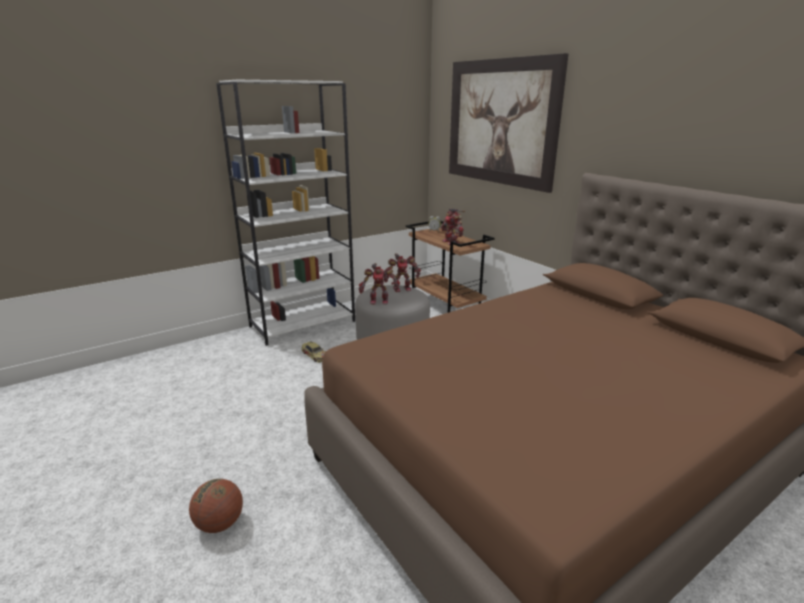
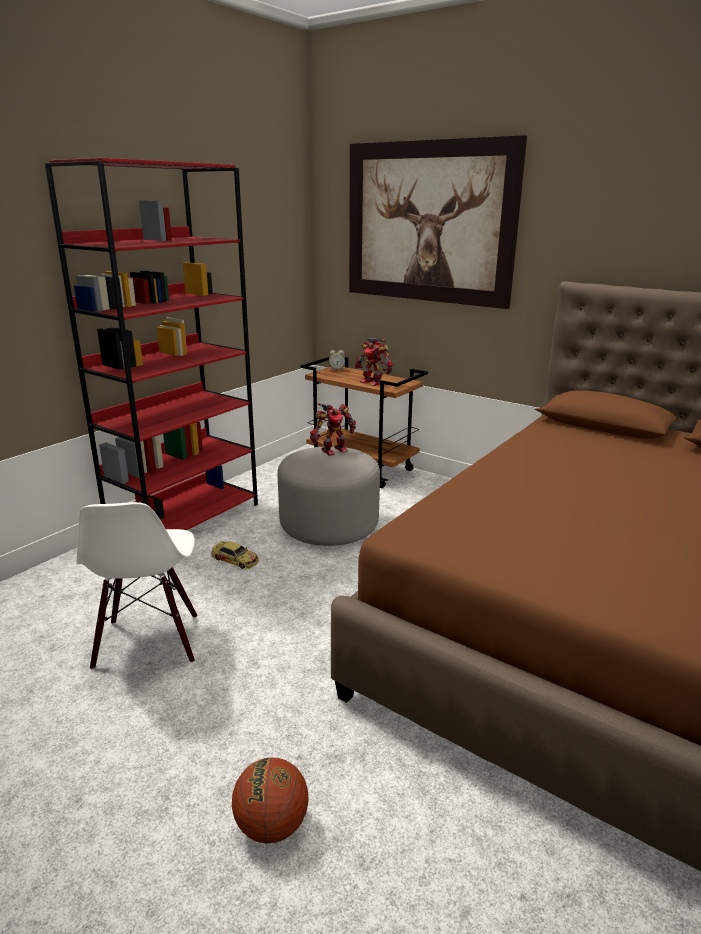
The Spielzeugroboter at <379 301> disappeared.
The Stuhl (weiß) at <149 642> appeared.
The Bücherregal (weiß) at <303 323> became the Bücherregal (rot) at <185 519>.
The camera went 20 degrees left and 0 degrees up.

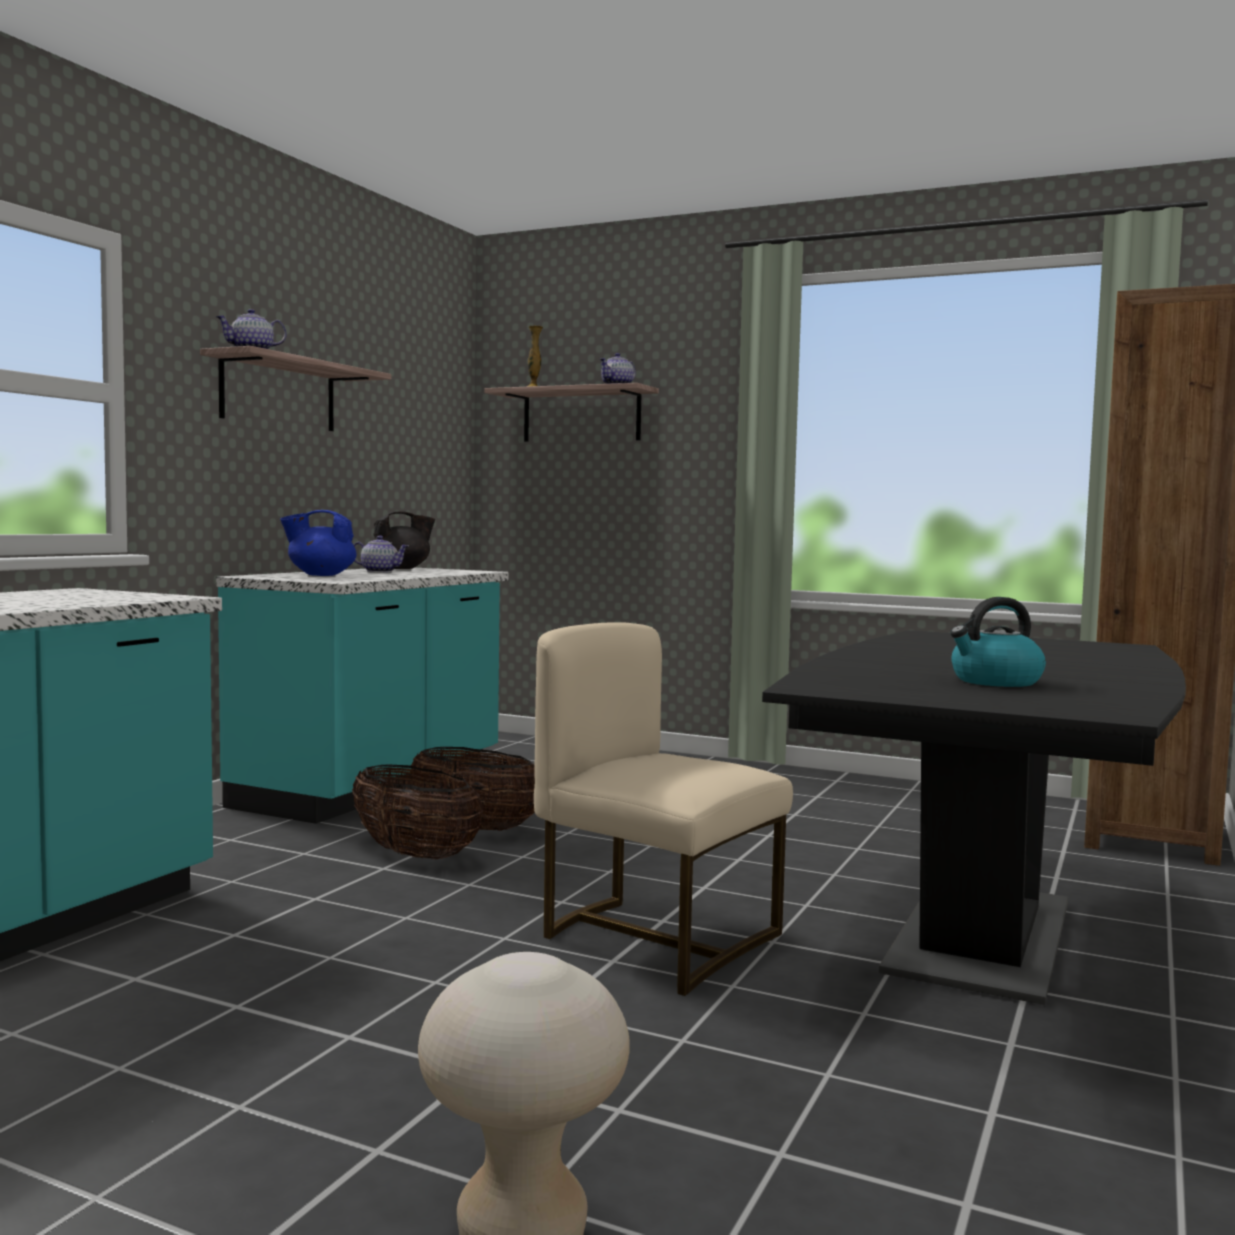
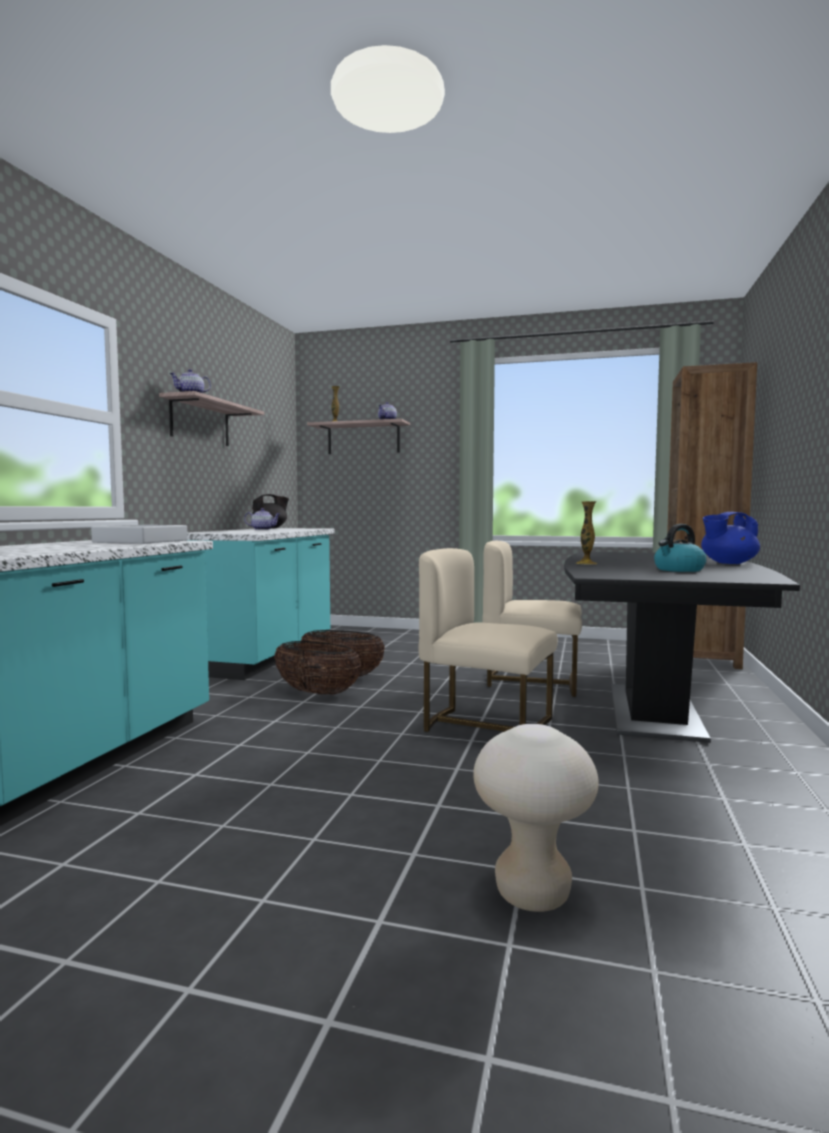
The Tablett (grau) at <141 541> appeared.
The Stuhl (beige) at <532 681> appeared.
The Vase at <586 564> appeared.
The Teekanne (blau) moved from <320 575> to <728 563>.
The camera went 10 degrees left and 0 degrees up.

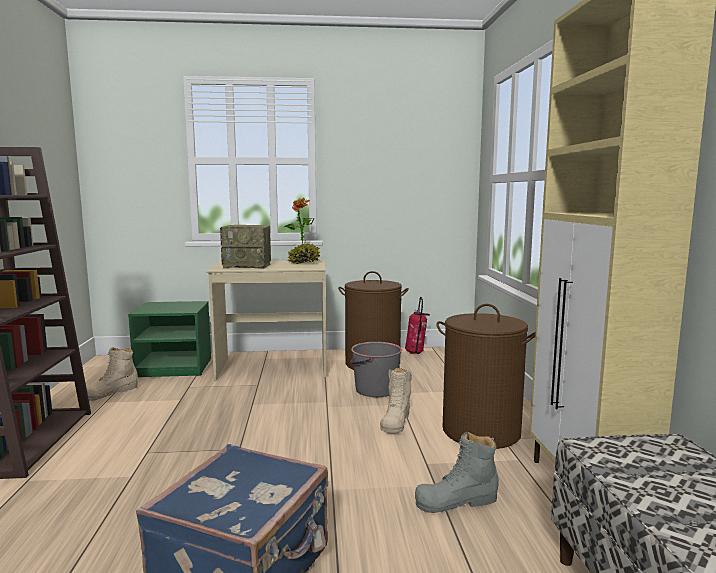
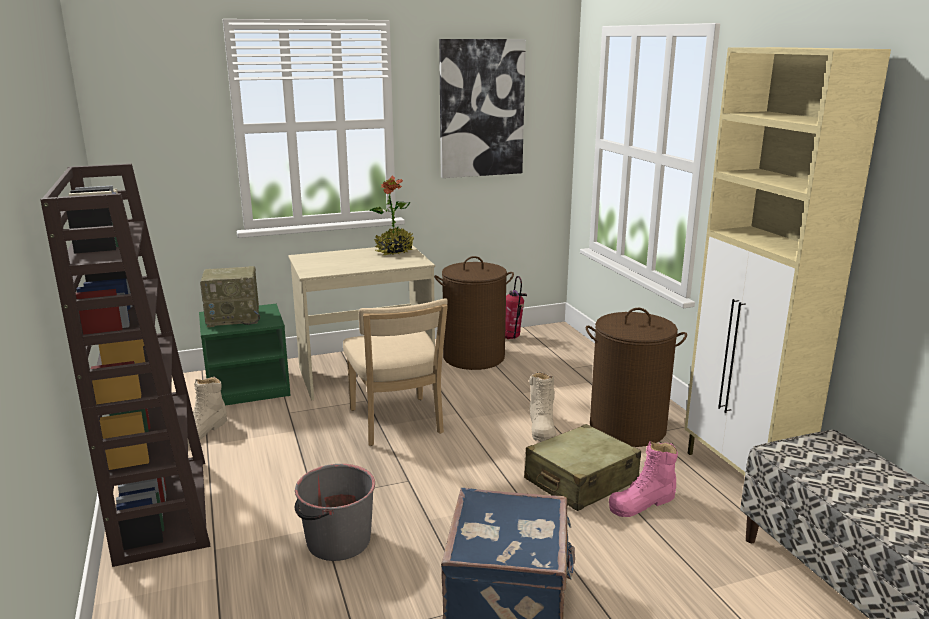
The Stuhl (beige) at <397 424> appeared.
The Bild at <481 108> appeared.
The Koffer (beige) at <580 481> appeared.
The Radio moved from <248 266> to <234 318>.
The Eimer (grau) moved from <375 390> to <337 541>.
The Stiefel (grau) at <456 501> became the Stiefel (rosa) at <642 502>.
The camera went 15 degrees left and 10 degrees up.

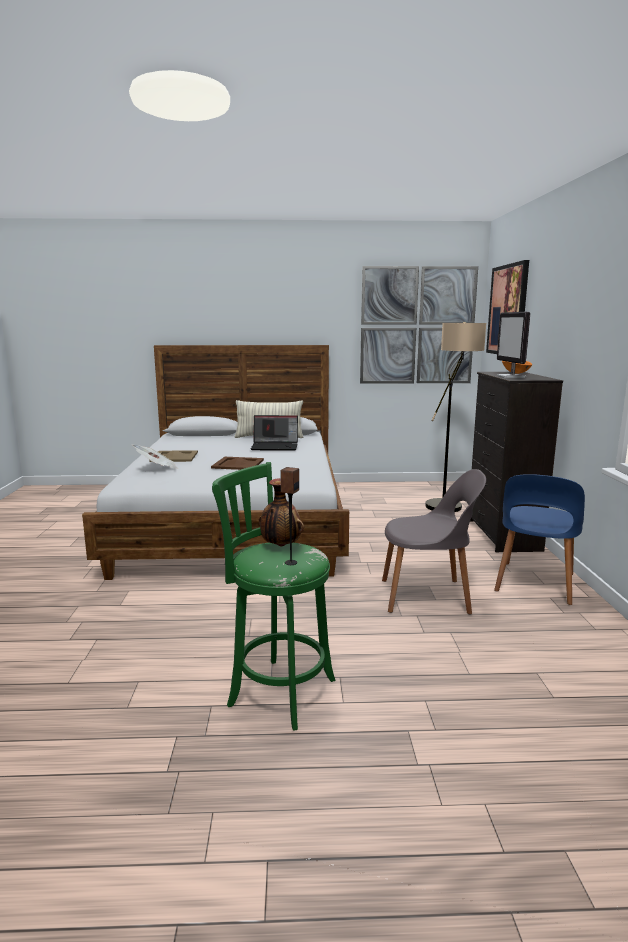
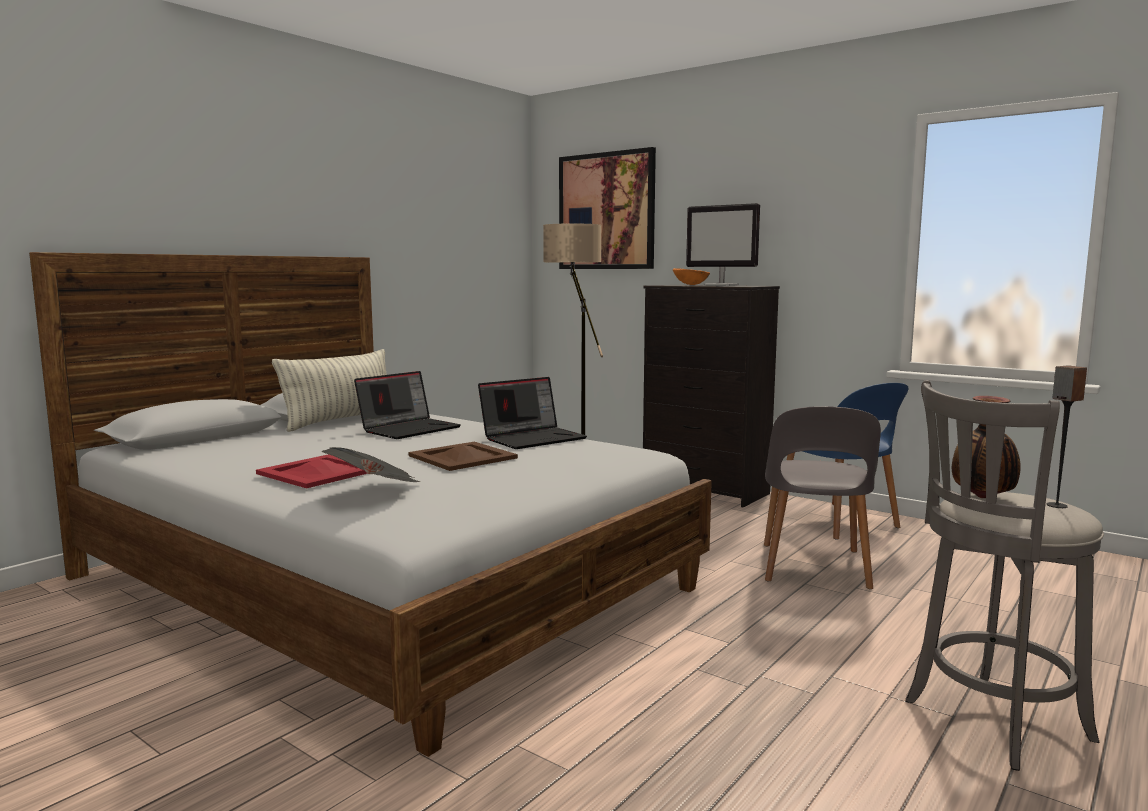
The Bild at <417 326> disappeared.
The Laptop at <533 438> appeared.
The Tablett (beige) at <174 457> became the Tablett (rot) at <320 472>.
The Hocker (grün) at <277 690> became the Hocker (grau) at <990 722>.
The Stuhl (grau) at <427 596> turned 150 degrees clockwise.
The camera went 50 degrees left and 5 degrees down.

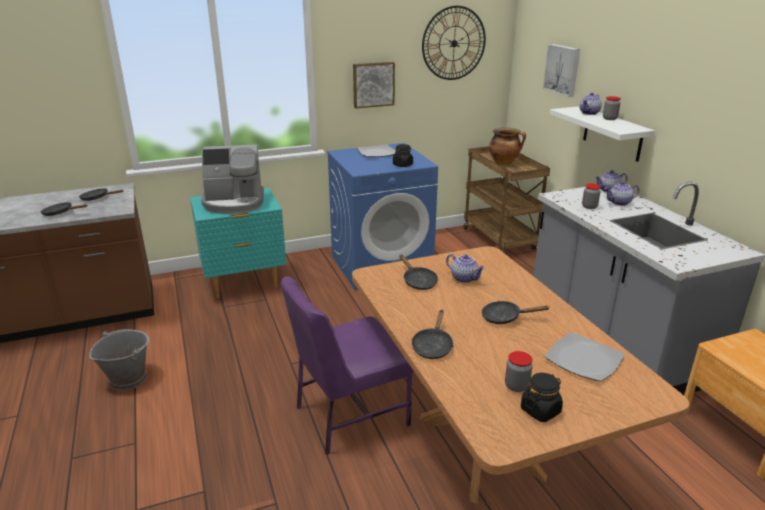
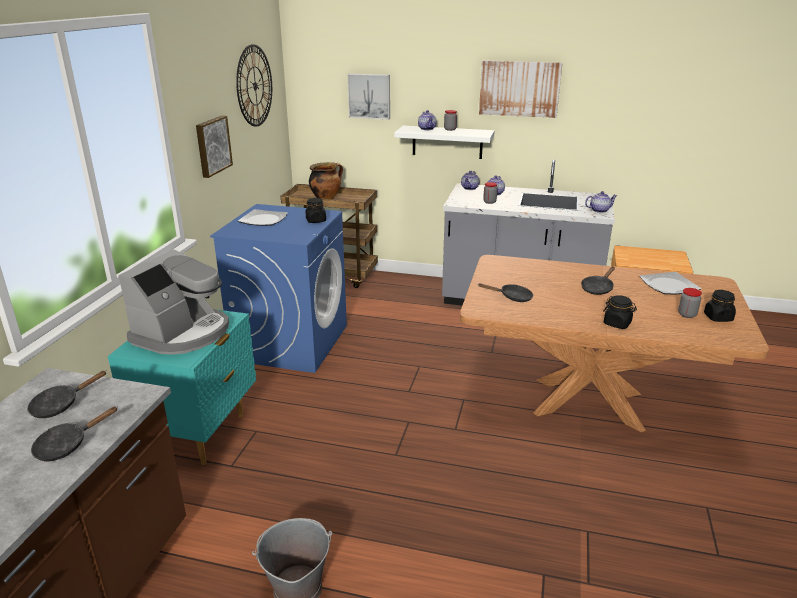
The Stuhl (lila) at <349 415> disappeared.
The Bild at <519 88> appeared.
The Teekanne moved from <464 278> to <599 210>.
The Pfanne (schwarz) at <432 346> was replaced by the Vorratsglas (schwarz) at <617 323>.
The camera went 55 degrees left and 0 degrees up.

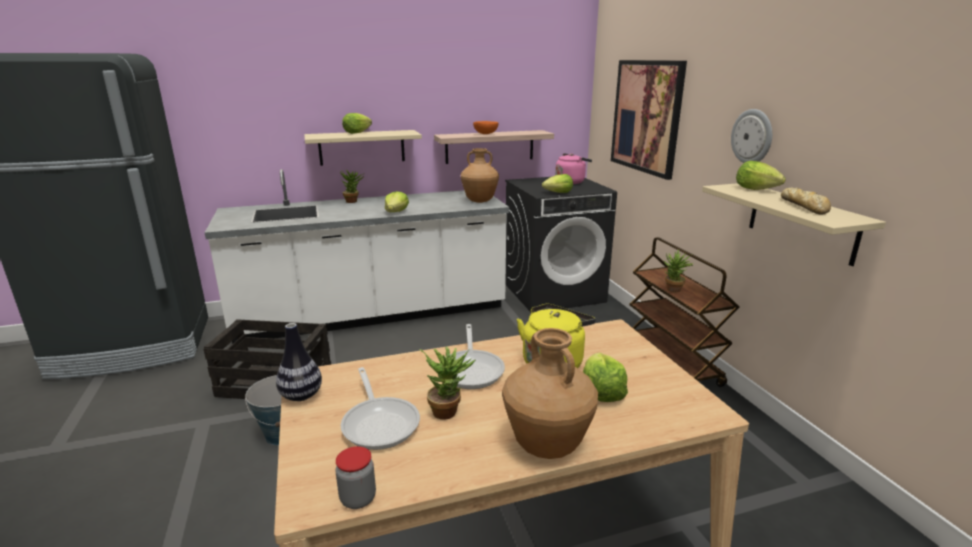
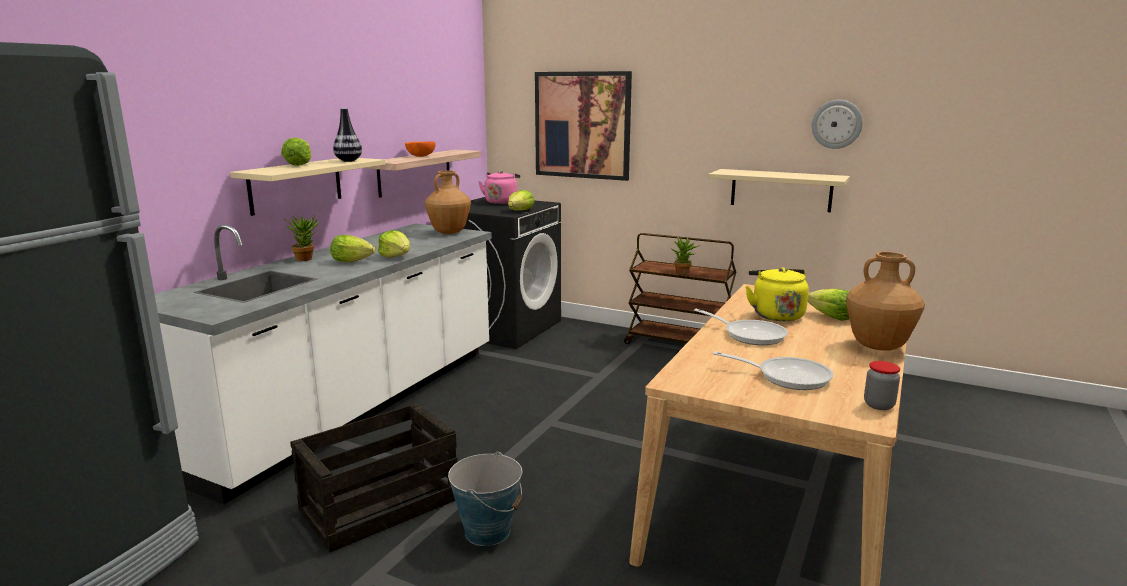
The Topfpflanze at <448 410> disappeared.
The Brot at <804 206> disappeared.
The Vase moved from <301 396> to <348 161>.
The Wanduhr moved from <752 137> to <836 124>.
The Salatkopf moved from <755 189> to <351 261>.
The camera went 45 degrees left and 5 degrees down.

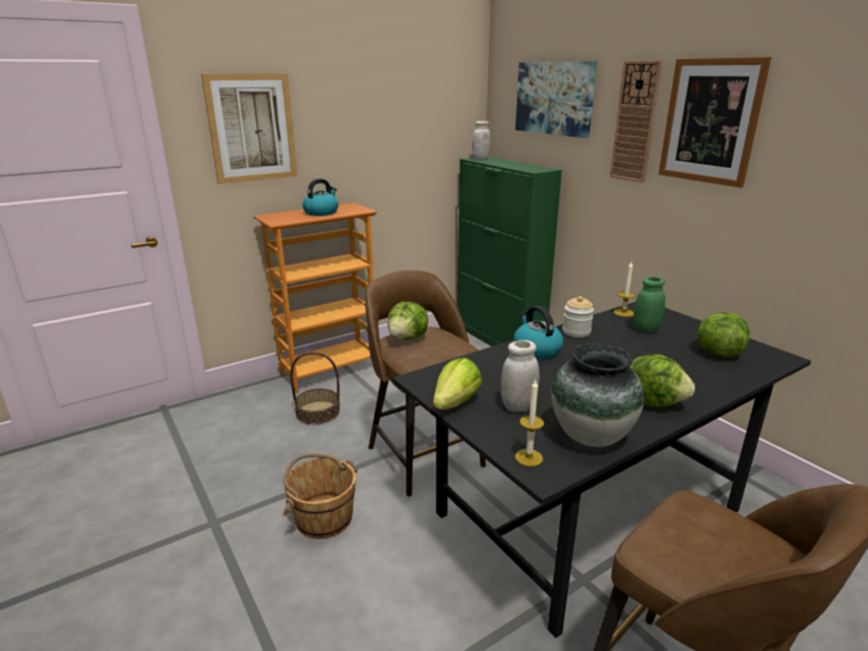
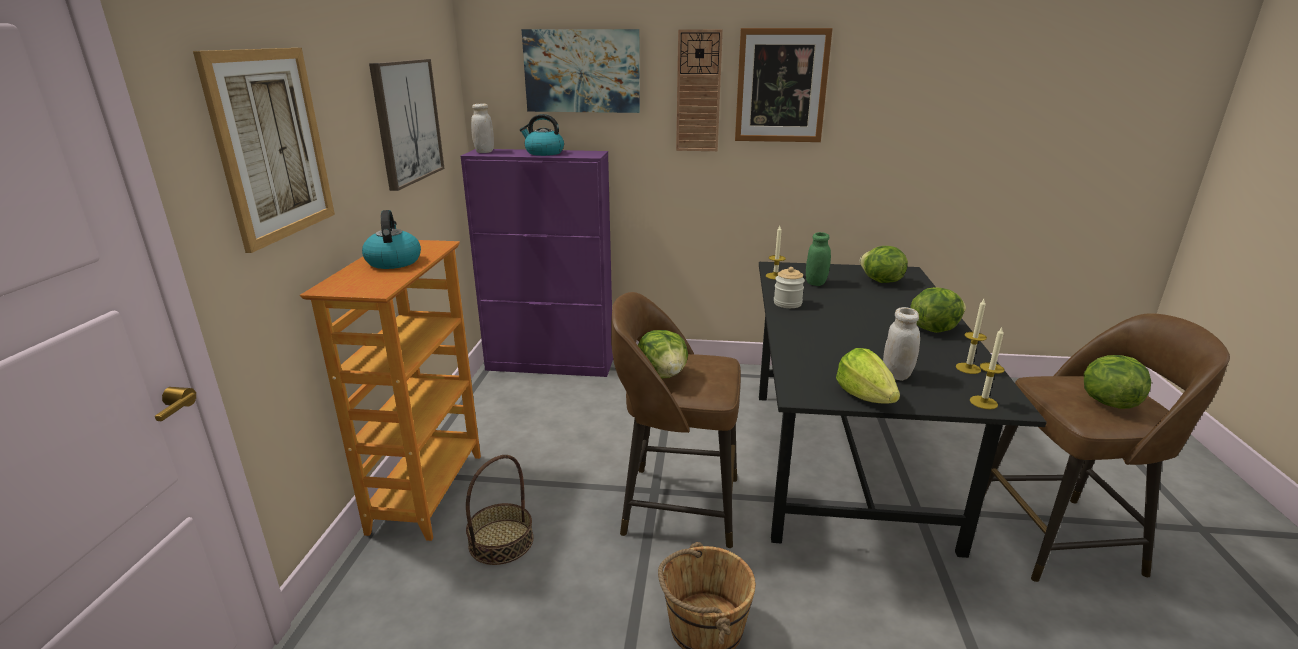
The Bild at <407 121> appeared.
The Salatkopf at <1107 402> appeared.
The Wasserkessel moved from <536 349> to <544 153>.
The Vase at <591 436> was replaced by the Kerze at <968 368>.
The Schrank (grün) at <499 340> became the Schrank (lila) at <551 364>.
The camera went 50 degrees left and 0 degrees up.

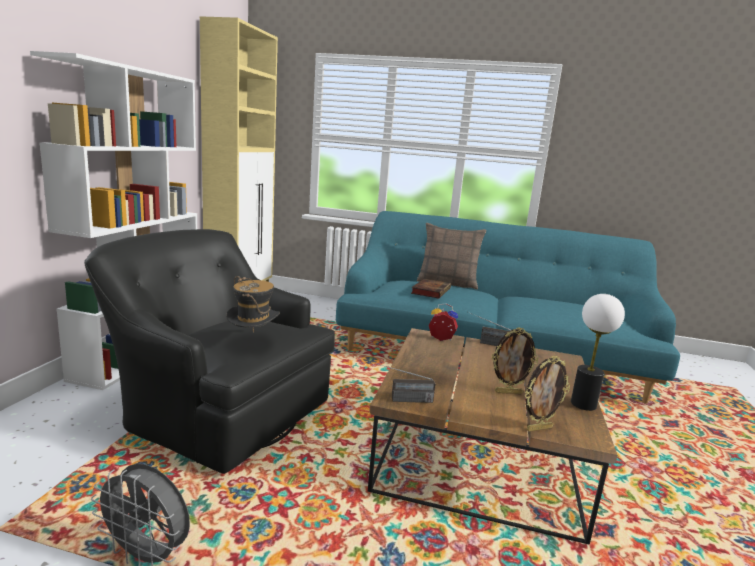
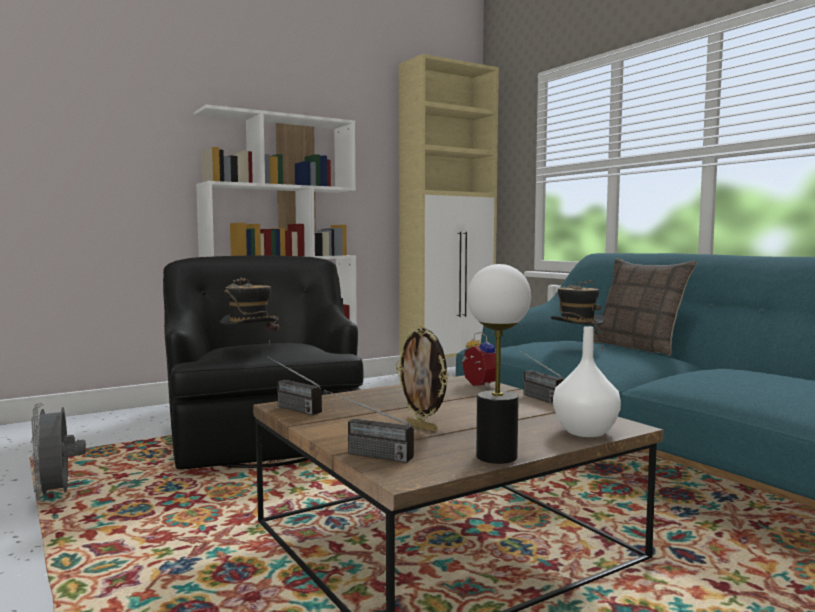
The Vase (weiß) at <584 432> appeared.
The Buch at <430 291> was replaced by the Hut at <576 348>.
The Bilderrahmen at <538 428> was replaced by the Radio at <363 454>.
The camera went 45 degrees right and 10 degrees down.

